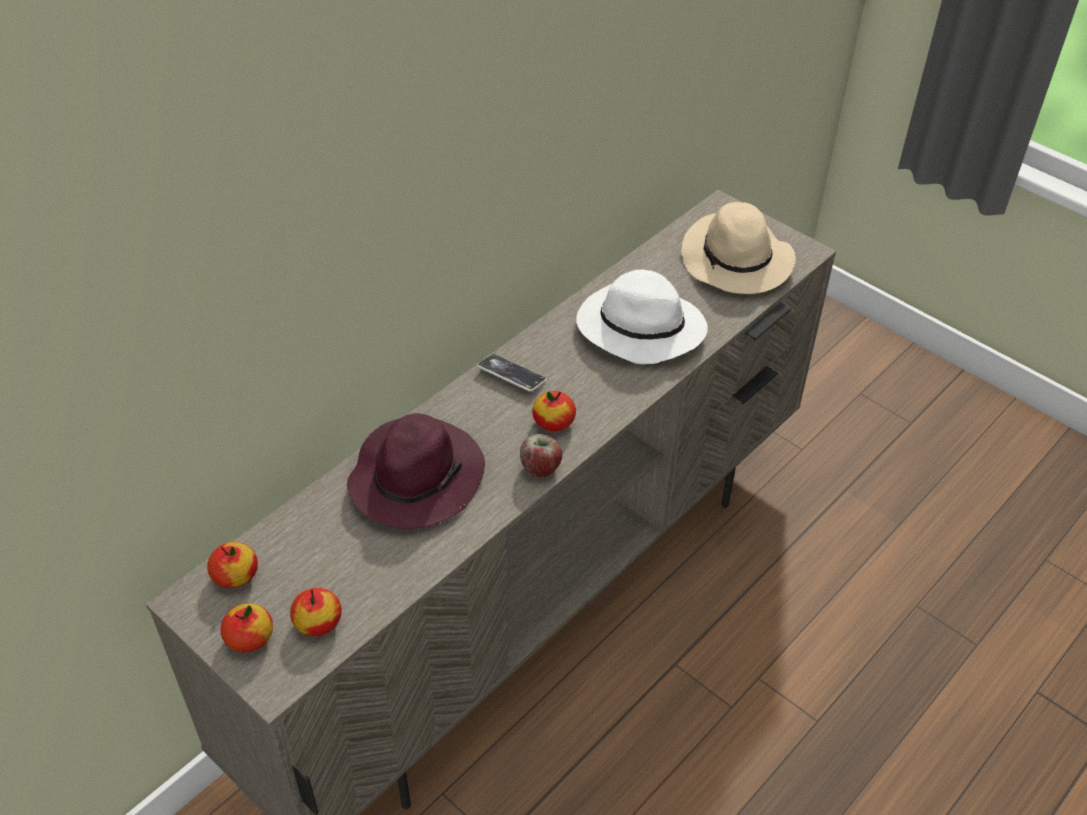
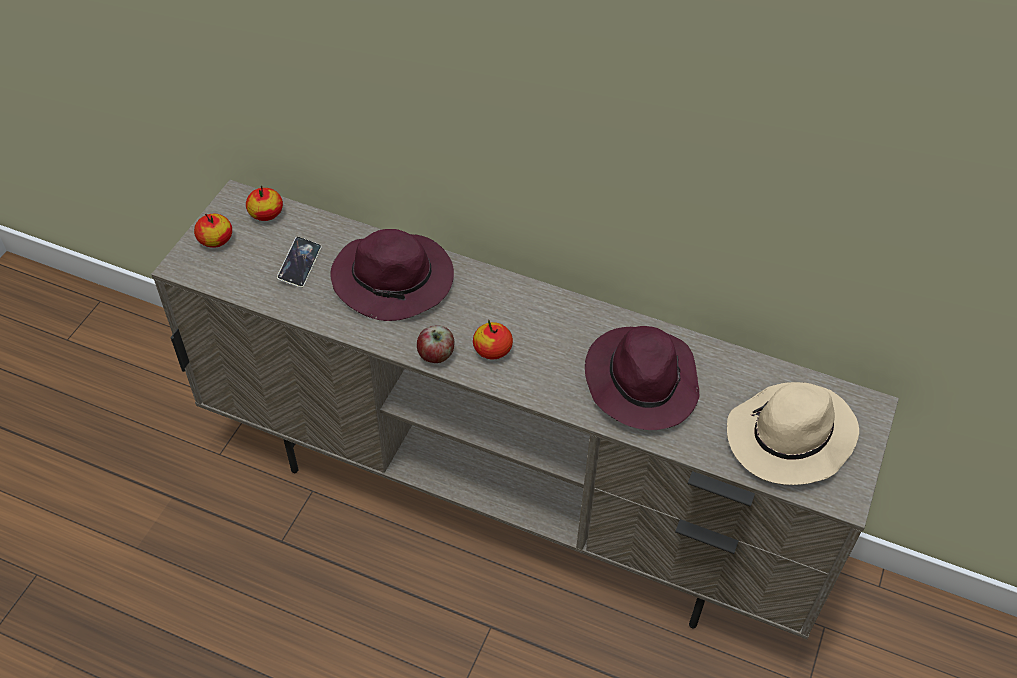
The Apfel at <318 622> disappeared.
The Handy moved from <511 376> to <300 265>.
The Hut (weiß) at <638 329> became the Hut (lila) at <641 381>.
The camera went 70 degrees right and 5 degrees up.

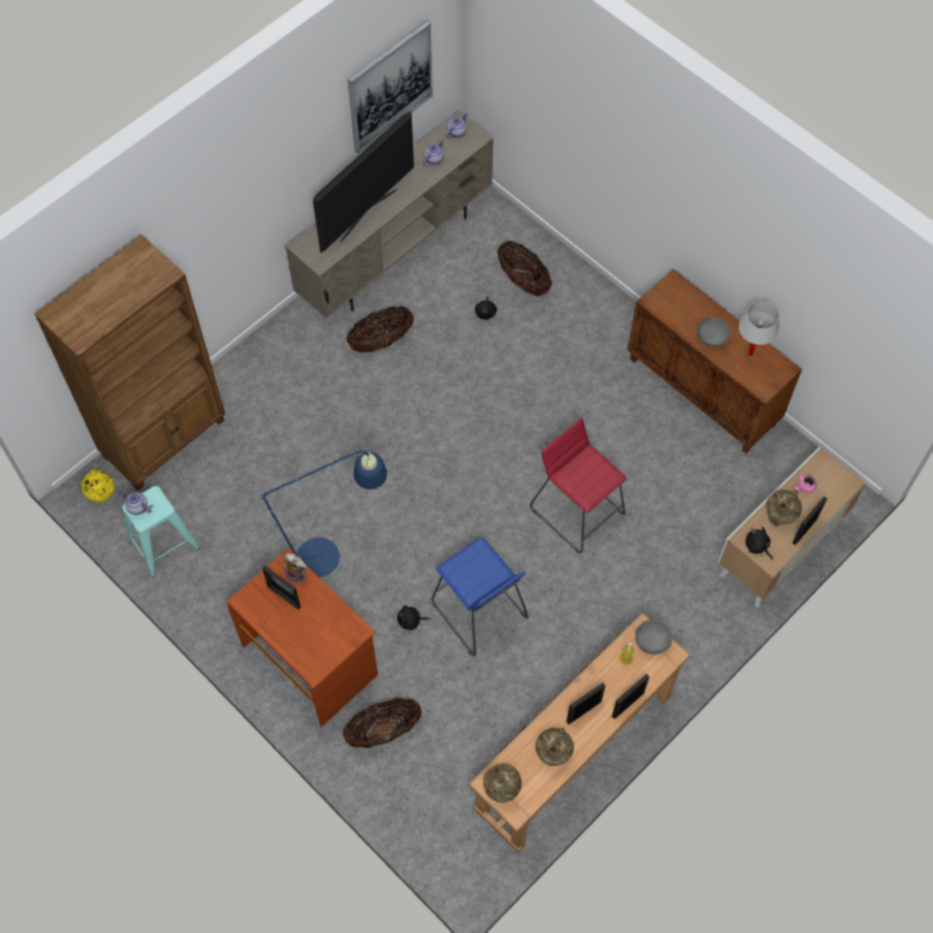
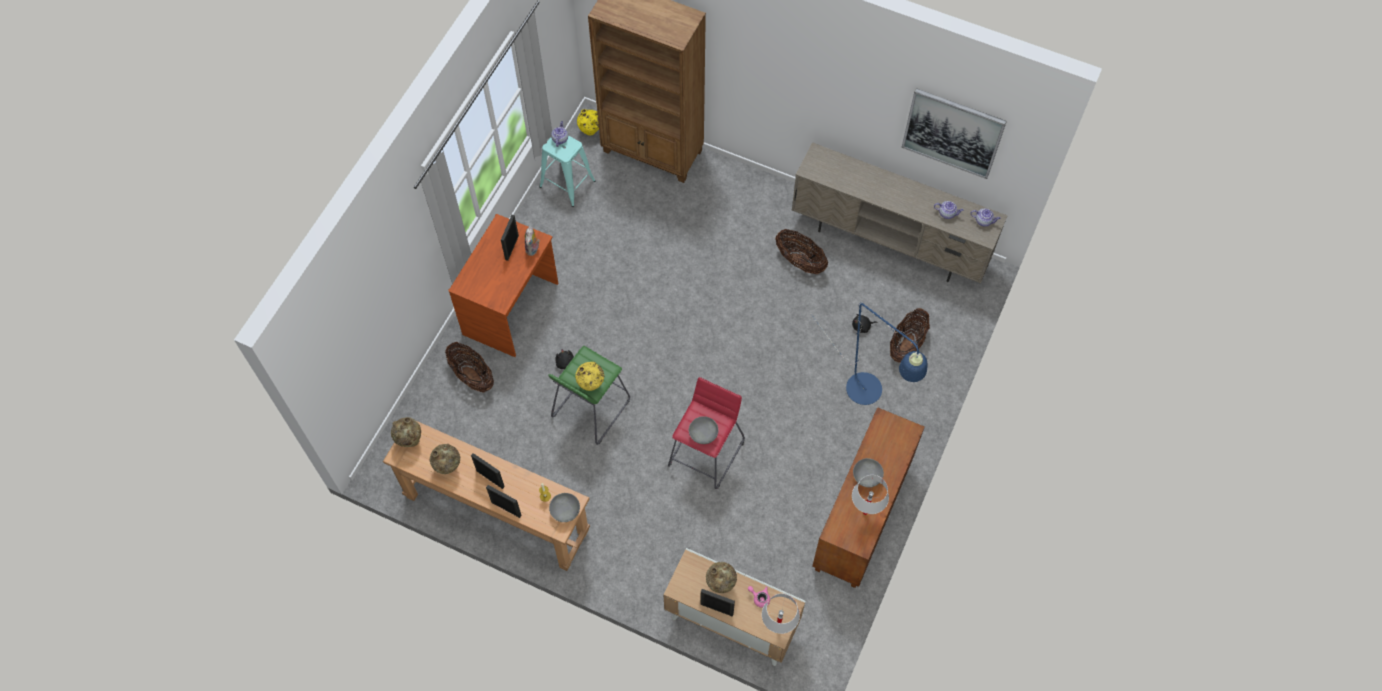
The Fernseher at <367 214> disappeared.
The Plüschtier (schwarz) at <757 546> disappeared.
The Vase (gelb) at <591 385> appeared.
The Schüssel (grau) at <703 434> appeared.
The Tischlampe (weiß) at <778 628> appeared.
The Stehlampe (blau) moved from <329 554> to <870 396>.
The Hocker (blau) at <479 611> became the Hocker (grün) at <591 409>.
The camera went 70 degrees right and 0 degrees up.

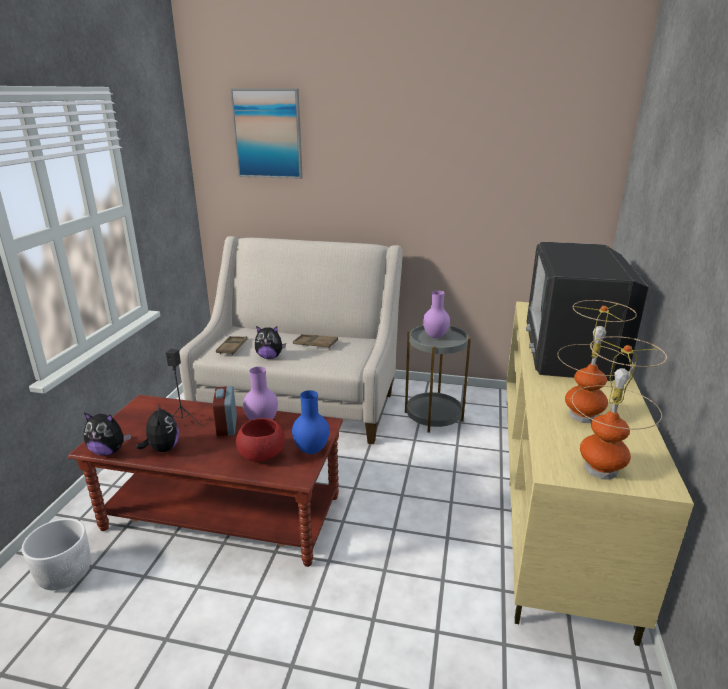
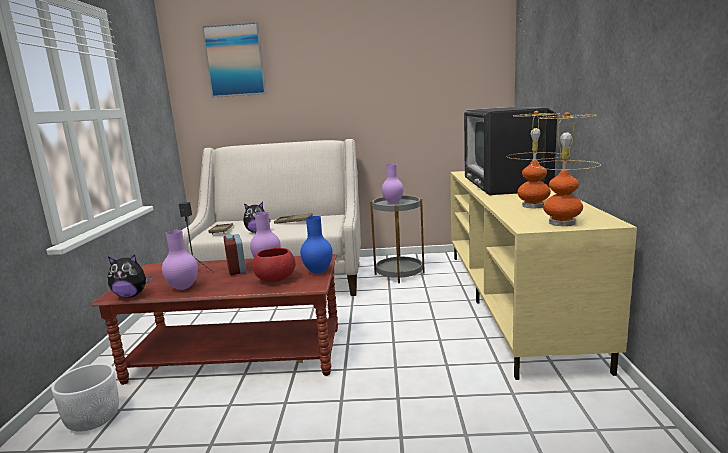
The Plüschtier at <162 449> was replaced by the Vase (lila) at <182 288>.
The camera went 10 degrees left and 10 degrees down.

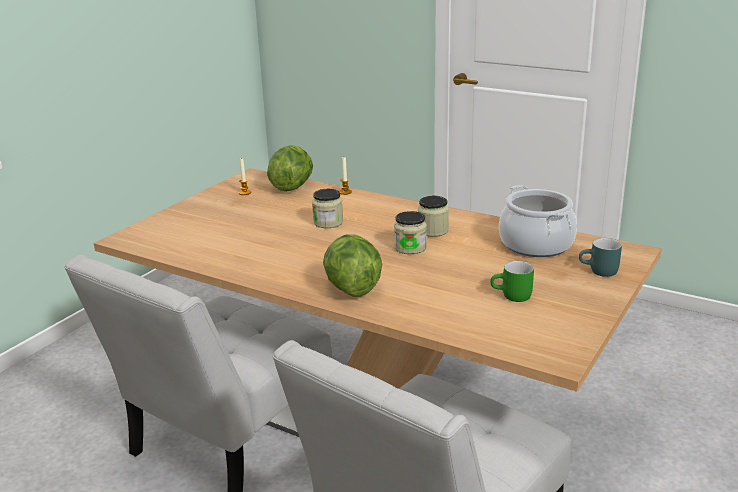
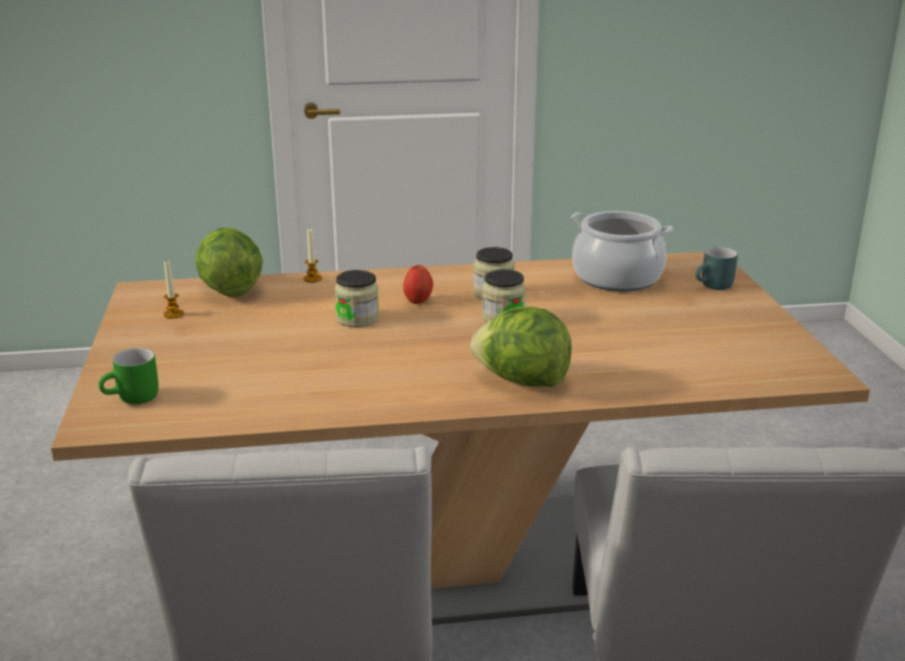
The Apfel at <418 301> appeared.
The Henkelbecher (grün) moved from <512 297> to <133 399>.
The camera went 40 degrees left and 0 degrees up.

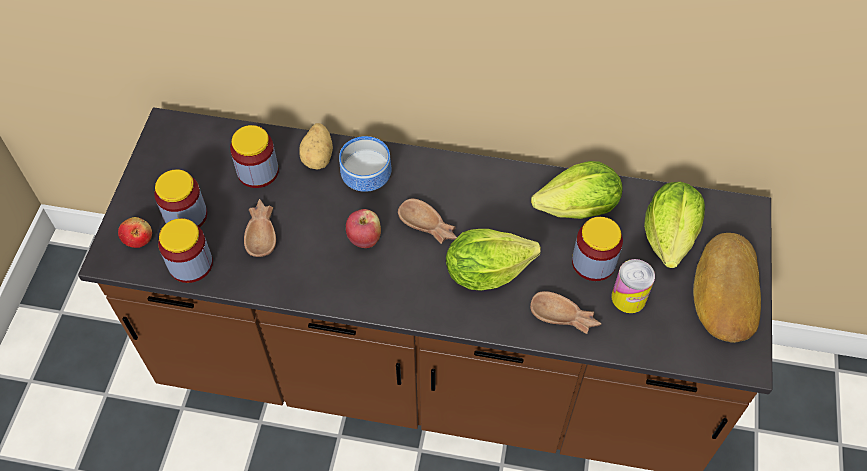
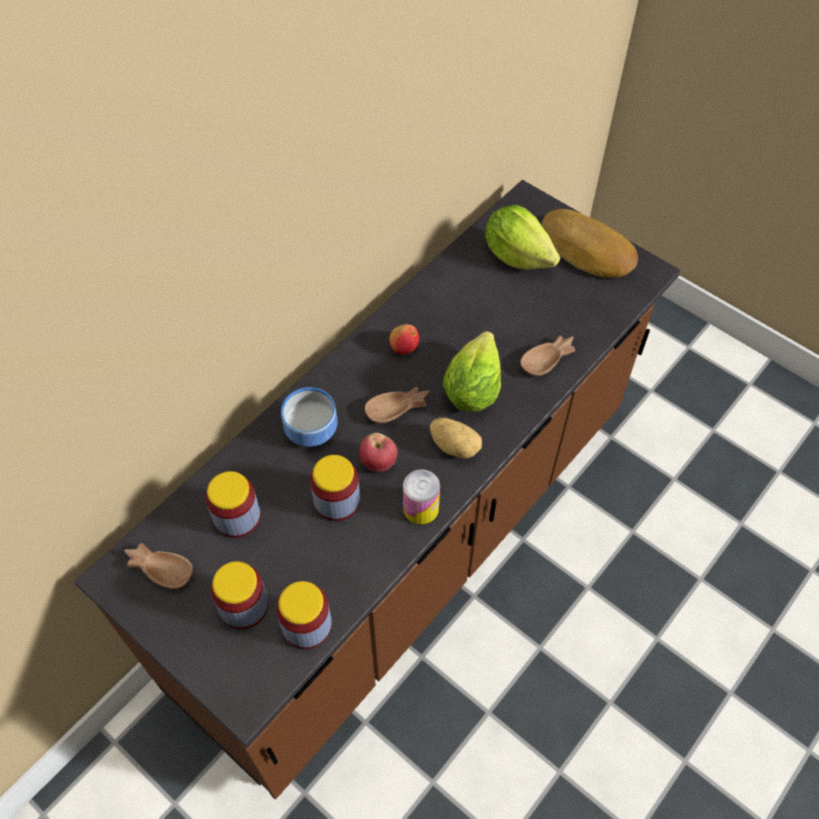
The Salatkopf at <578 209> disappeared.
The Apfel moved from <138 239> to <404 346>.
The Schüssel (braun) moved from <262 232> to <160 567>.
The Kartoffel moved from <319 157> to <455 445>.
The Vorratsglas moved from <593 262> to <337 500>.
The Dose moved from <628 298> to <421 508>.
The camera went 60 degrees left and 0 degrees up.

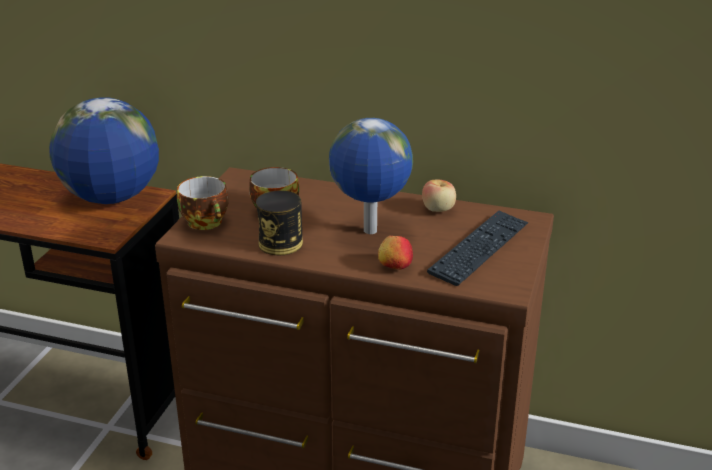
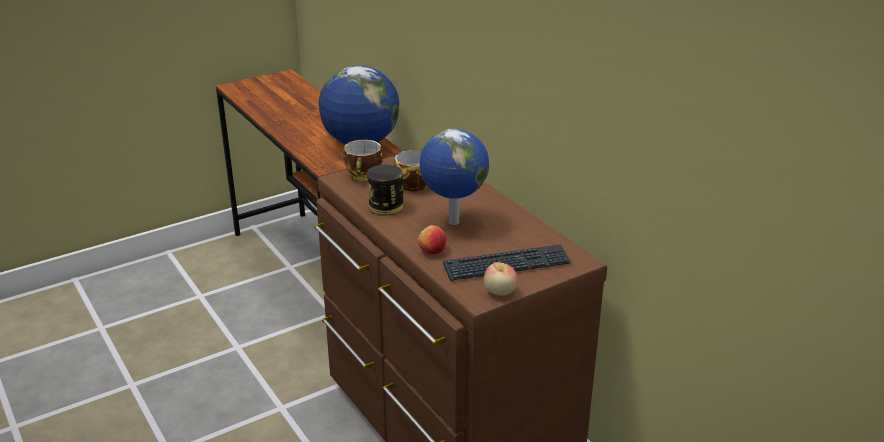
The Apfel moved from <438 209> to <500 292>.
The camera went 40 degrees right and 0 degrees up.

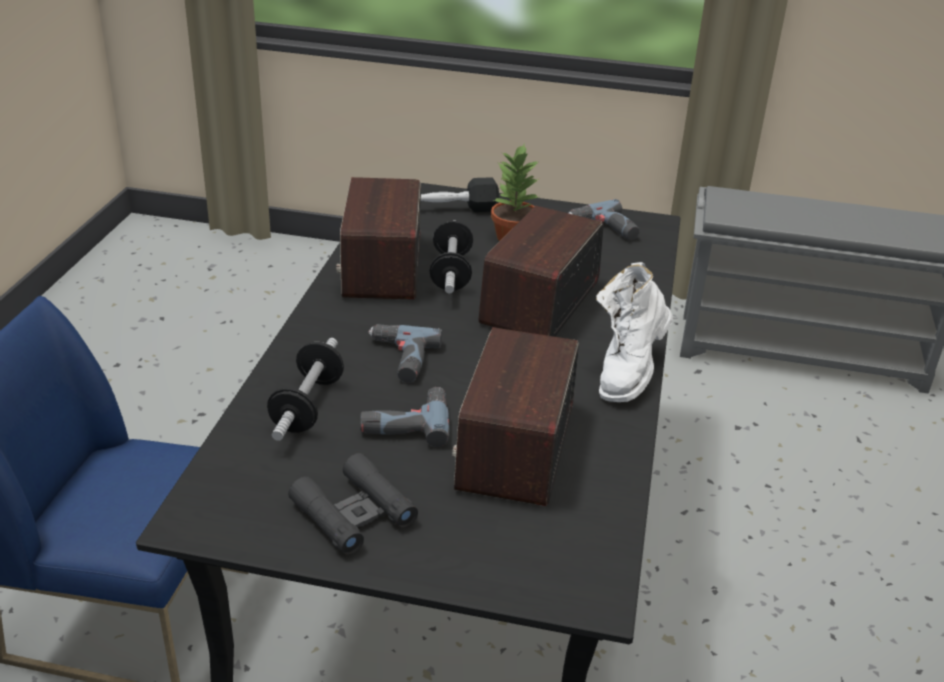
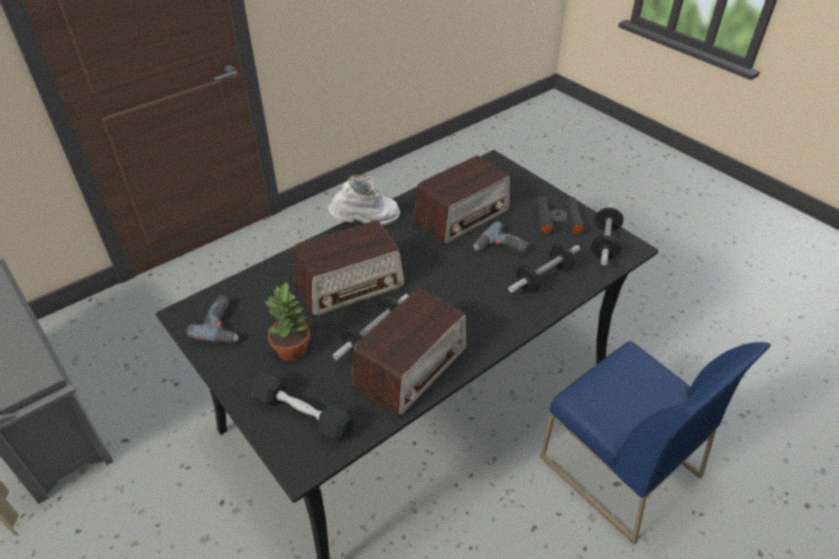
The Bohrmaschine at <399 359> disappeared.
The Hantel at <604 243> appeared.
The camera went 140 degrees left and 10 degrees up.

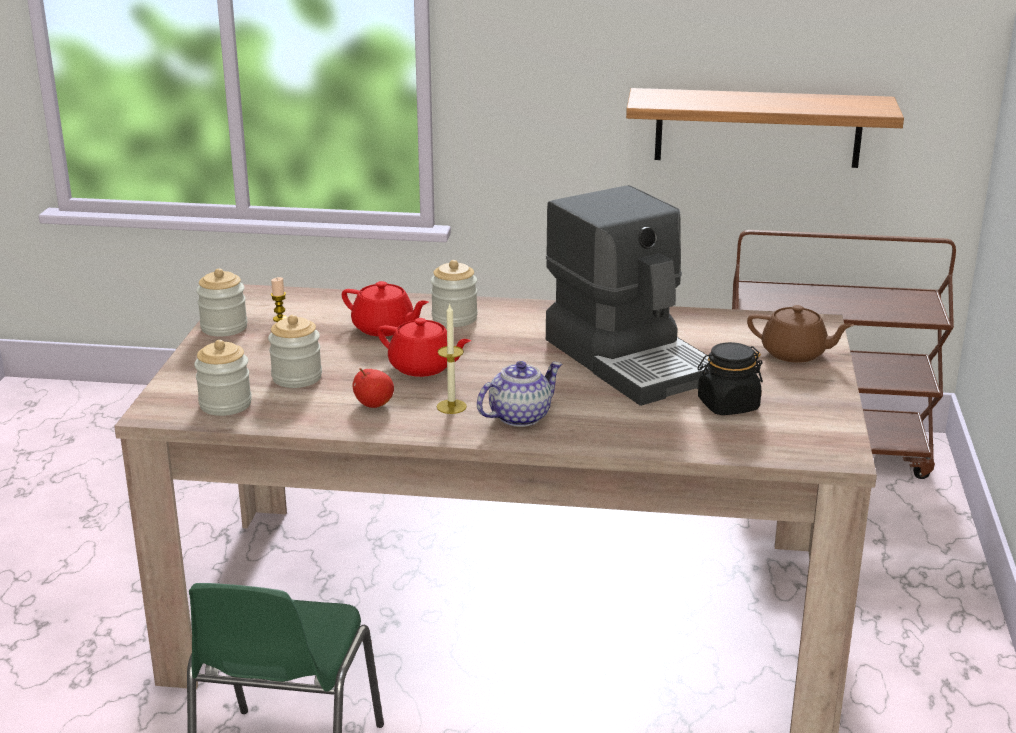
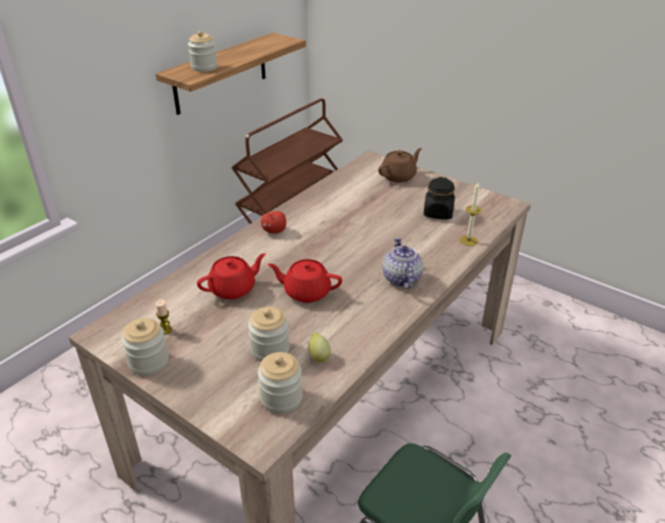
The Kaffeemaschine at <631 359> disappeared.
The Zitrone at <318 356> appeared.
The Apfel moved from <374 404> to <274 231>.
The Vorratsglas moved from <454 318> to <204 67>.
The Kerze moved from <451 406> to <468 240>.
The Teekanne (rot) at <423 367> turned 135 degrees counterclockwise.
The camera went 60 degrees left and 10 degrees up.

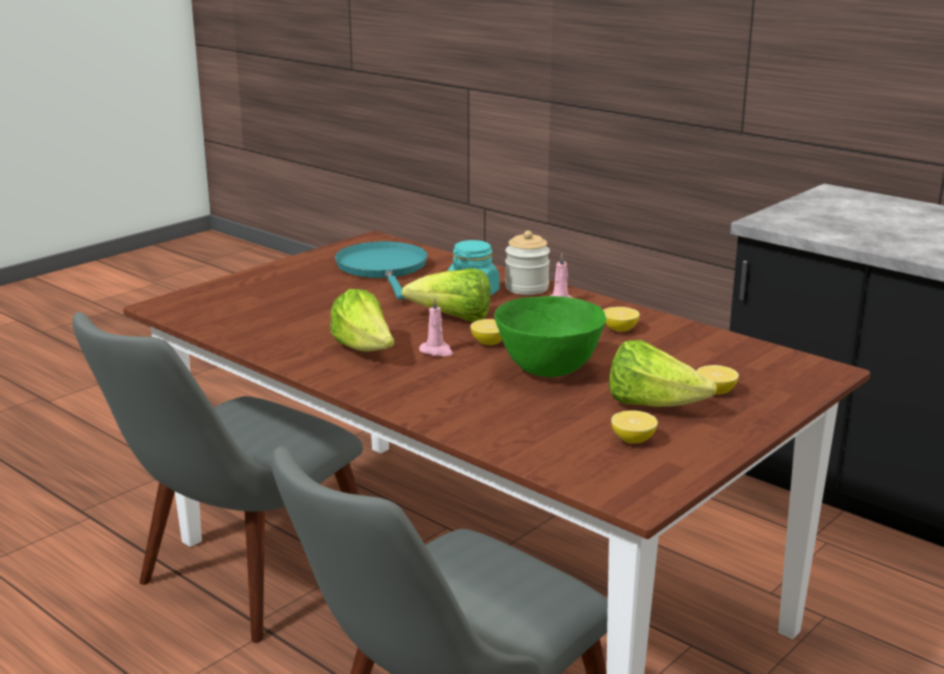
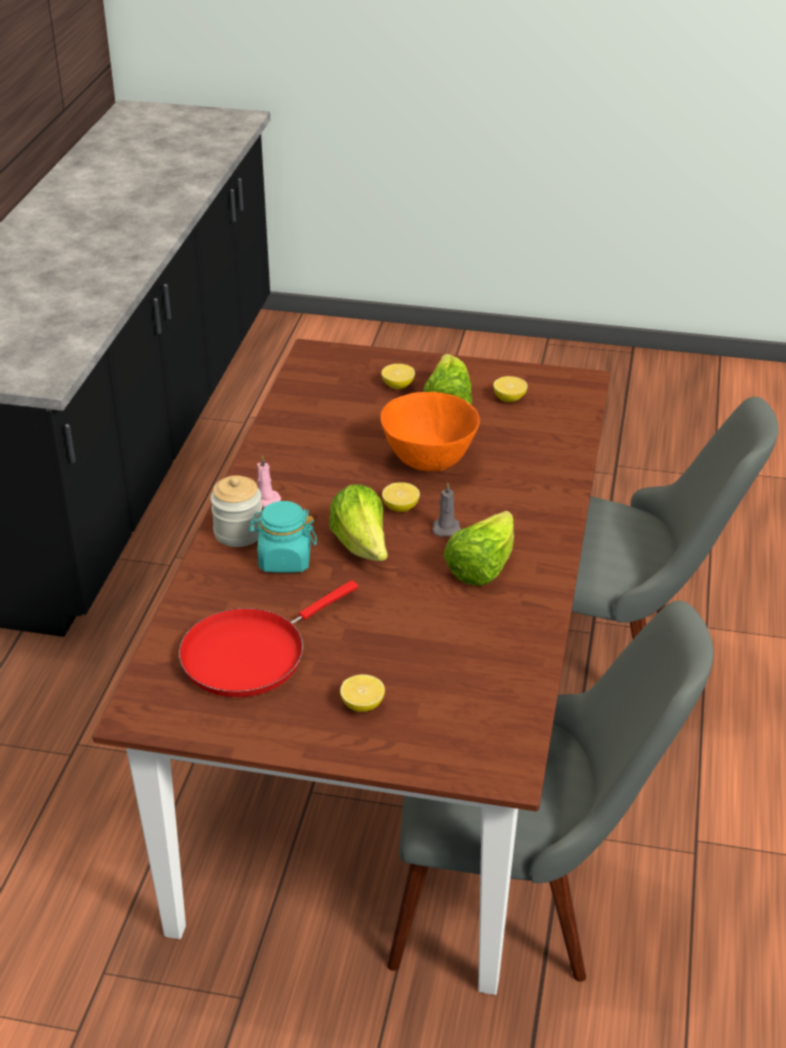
The Zitrone moved from <619 329> to <362 705>.
The Pfanne (türkis) at <383 269> became the Pfanne (rot) at <250 654>.
The Kerze (rosa) at <437 351> became the Kerze (grau) at <446 528>.
The Schüssel (grün) at <549 370> became the Schüssel (orange) at <430 461>.
The camera went 120 degrees left and 15 degrees up.

